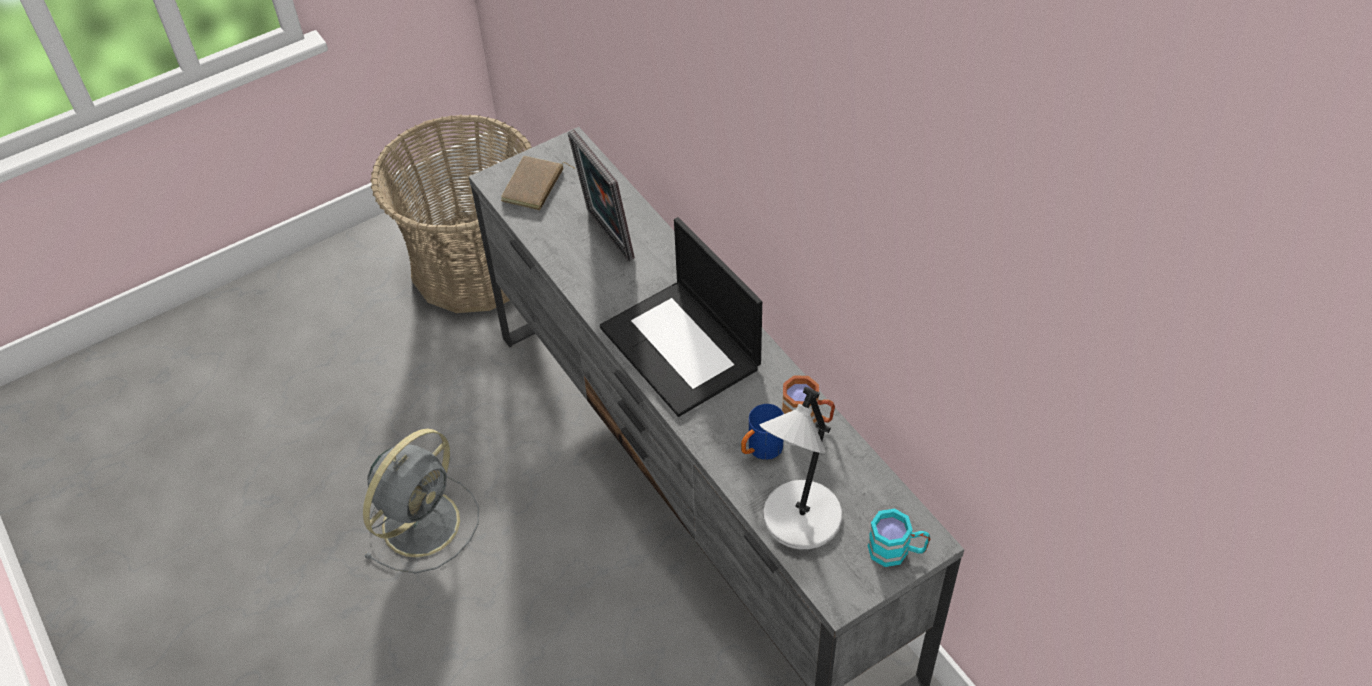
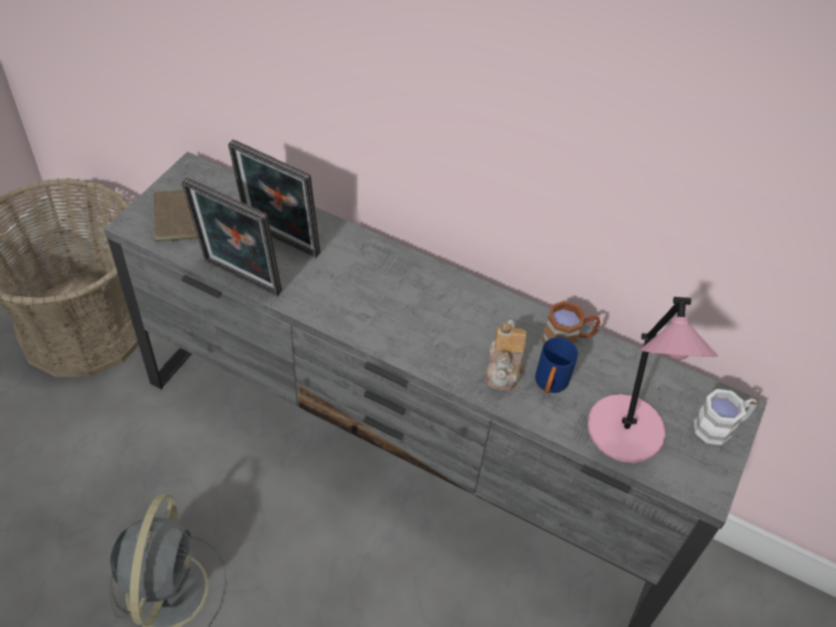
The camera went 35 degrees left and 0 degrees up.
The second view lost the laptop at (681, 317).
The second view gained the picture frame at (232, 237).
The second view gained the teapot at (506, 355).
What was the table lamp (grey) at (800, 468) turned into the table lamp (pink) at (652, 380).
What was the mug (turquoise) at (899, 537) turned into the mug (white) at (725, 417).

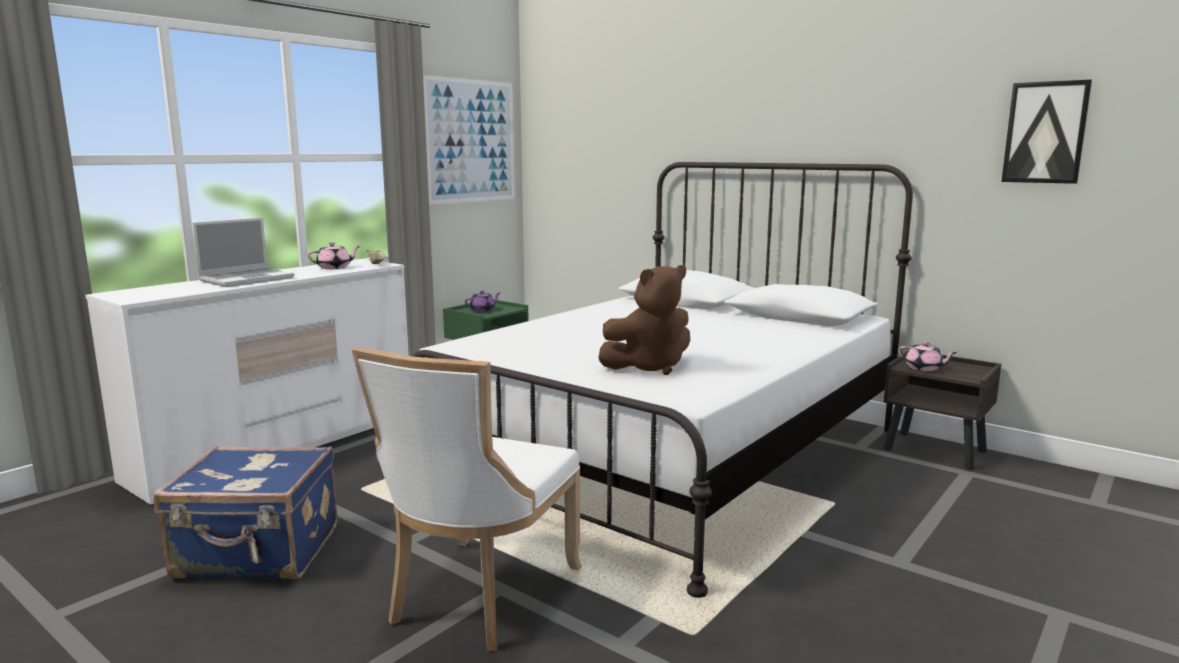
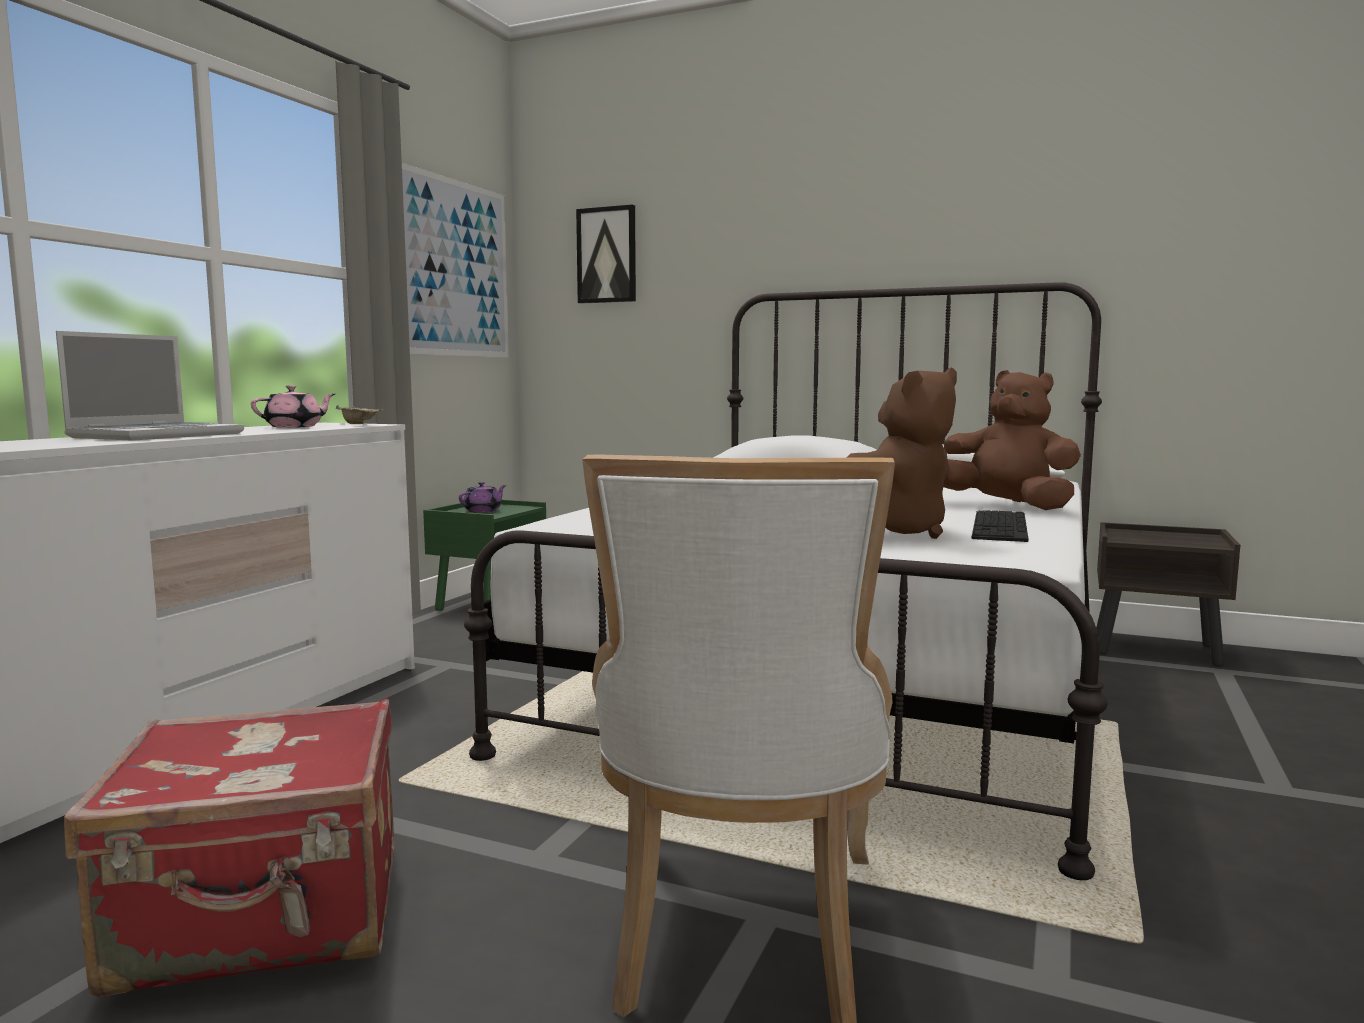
The camera went 15 degrees left and 5 degrees down.
The second view lost the teapot (pink) at (927, 356).
The second view gained the plush toy (brown) at (1012, 440).
The second view gained the keyboard at (1000, 526).
The picture ended up elsewhere, having gone from (1046, 132) to (606, 254).
What was the suitcase (blue) at (245, 512) turned into the suitcase (red) at (229, 848).

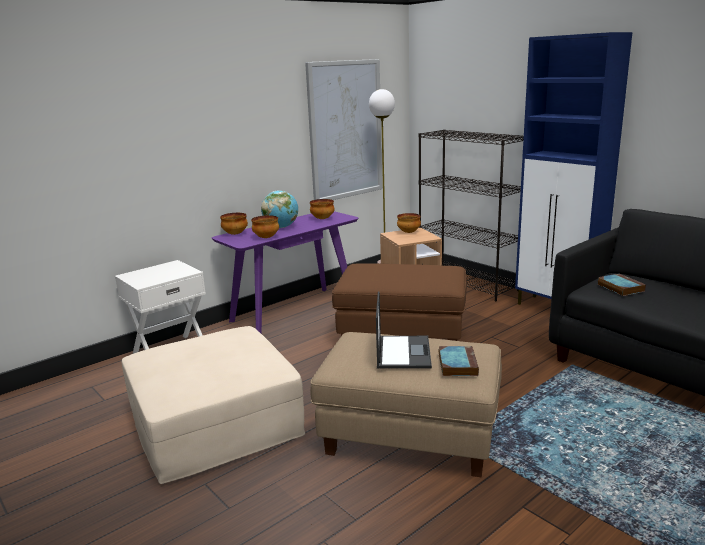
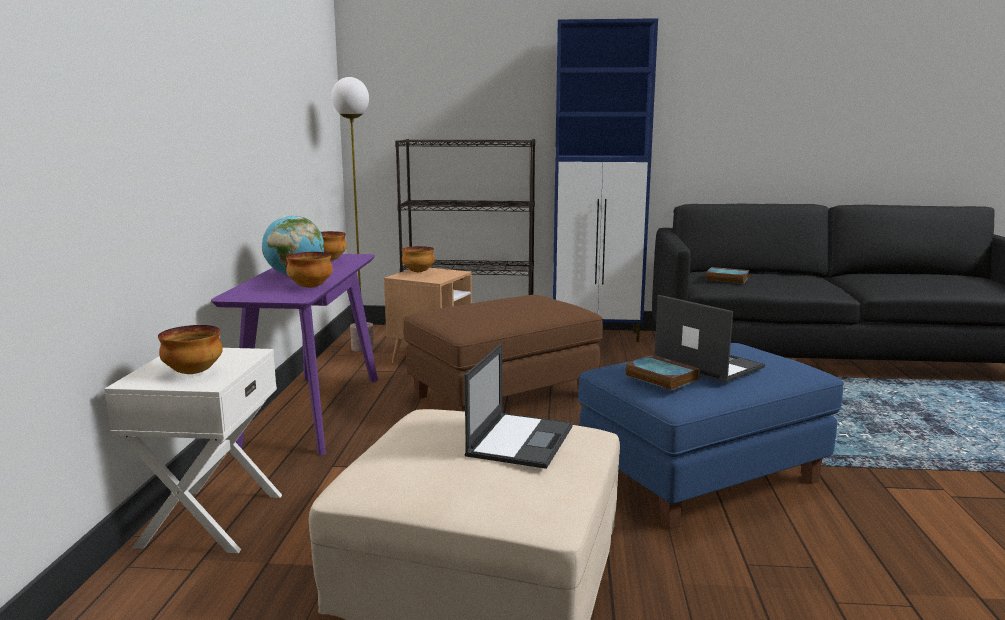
The camera went 45 degrees left and 5 degrees down.
The second view lost the picture at (343, 129).
The second view gained the laptop at (519, 406).
The bowl ended up elsewhere, having gone from (234, 224) to (190, 349).
The book ended up elsewhere, having gone from (458, 361) to (662, 372).
What was the ottoman (beige) at (406, 404) turned into the ottoman (blue) at (711, 437).

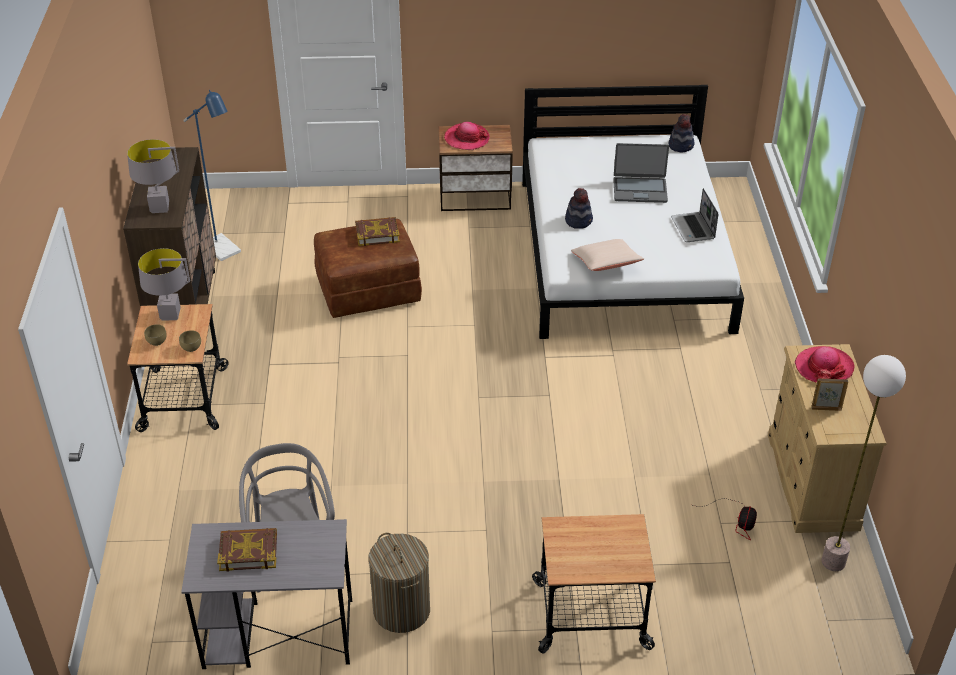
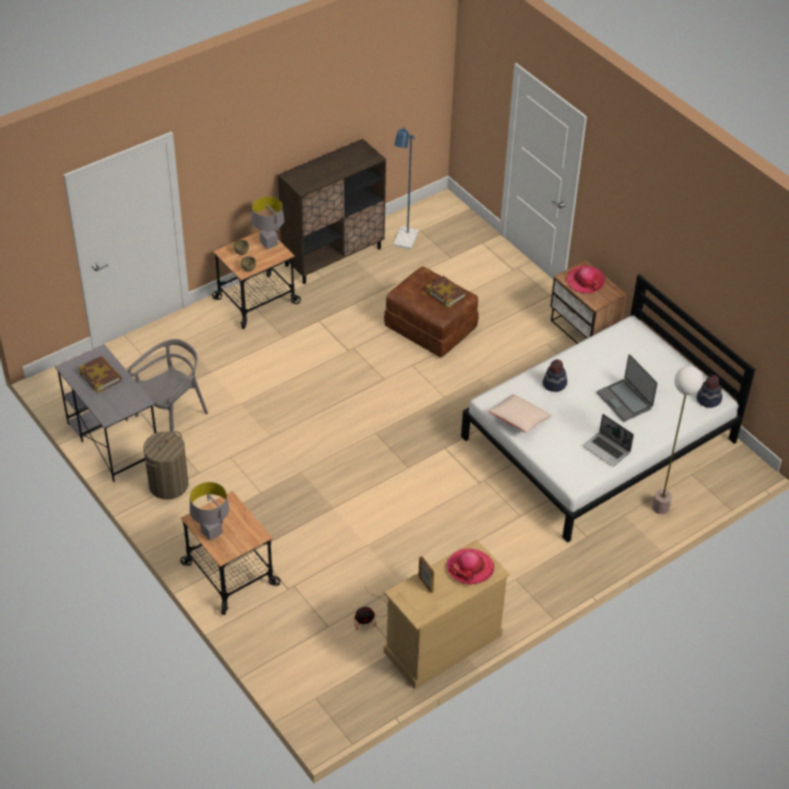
The camera went 55 degrees right and 5 degrees up.
The table lamp (grey) ended up elsewhere, having gone from (153, 176) to (209, 511).
The floor lamp ended up elsewhere, having gone from (863, 463) to (677, 440).
The laptop at (695, 215) ended up facing another way, 90 degrees counterclockwise from before.

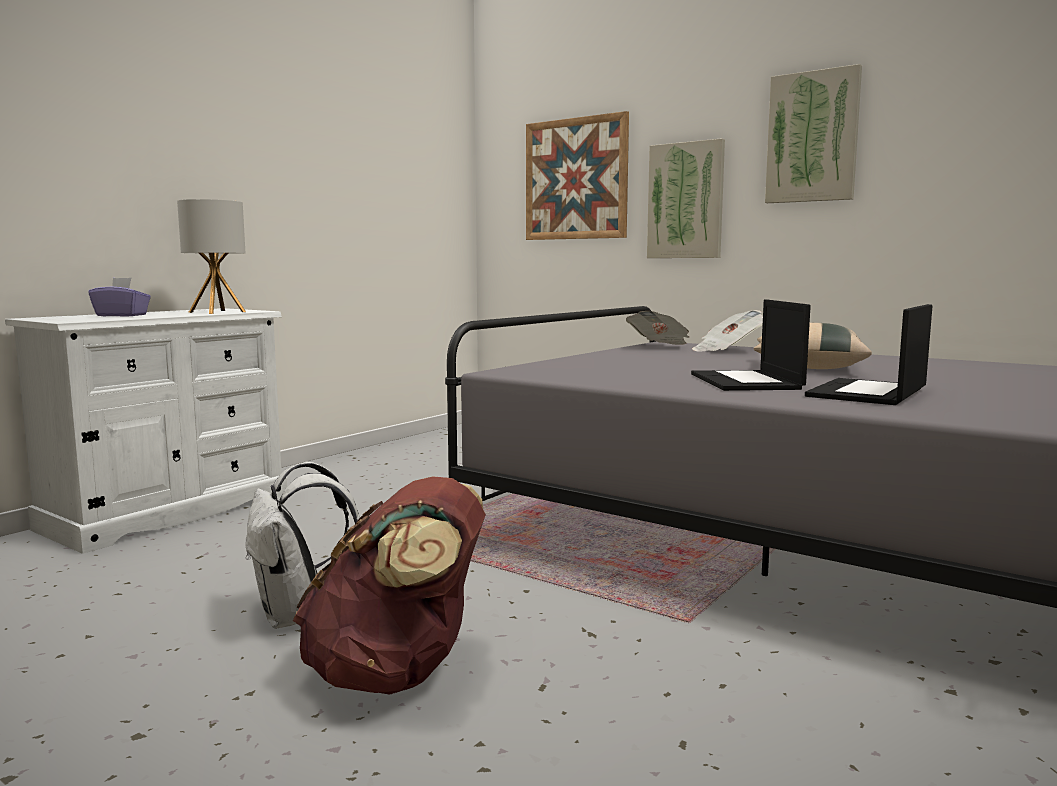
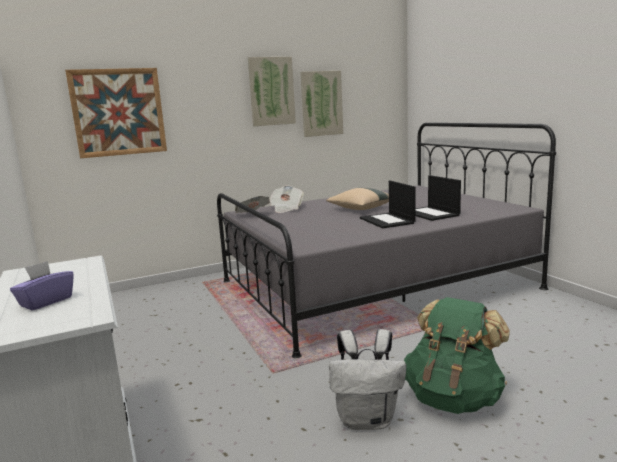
The camera went 60 degrees left and 5 degrees up.
The second view lost the table lamp at (211, 256).
The picture ended up elsewhere, having gone from (686, 198) to (321, 104).
What was the backpack (brown) at (389, 585) turned into the backpack (green) at (457, 355).
The laptop at (751, 345) ended up facing another way, 45 degrees clockwise from before.

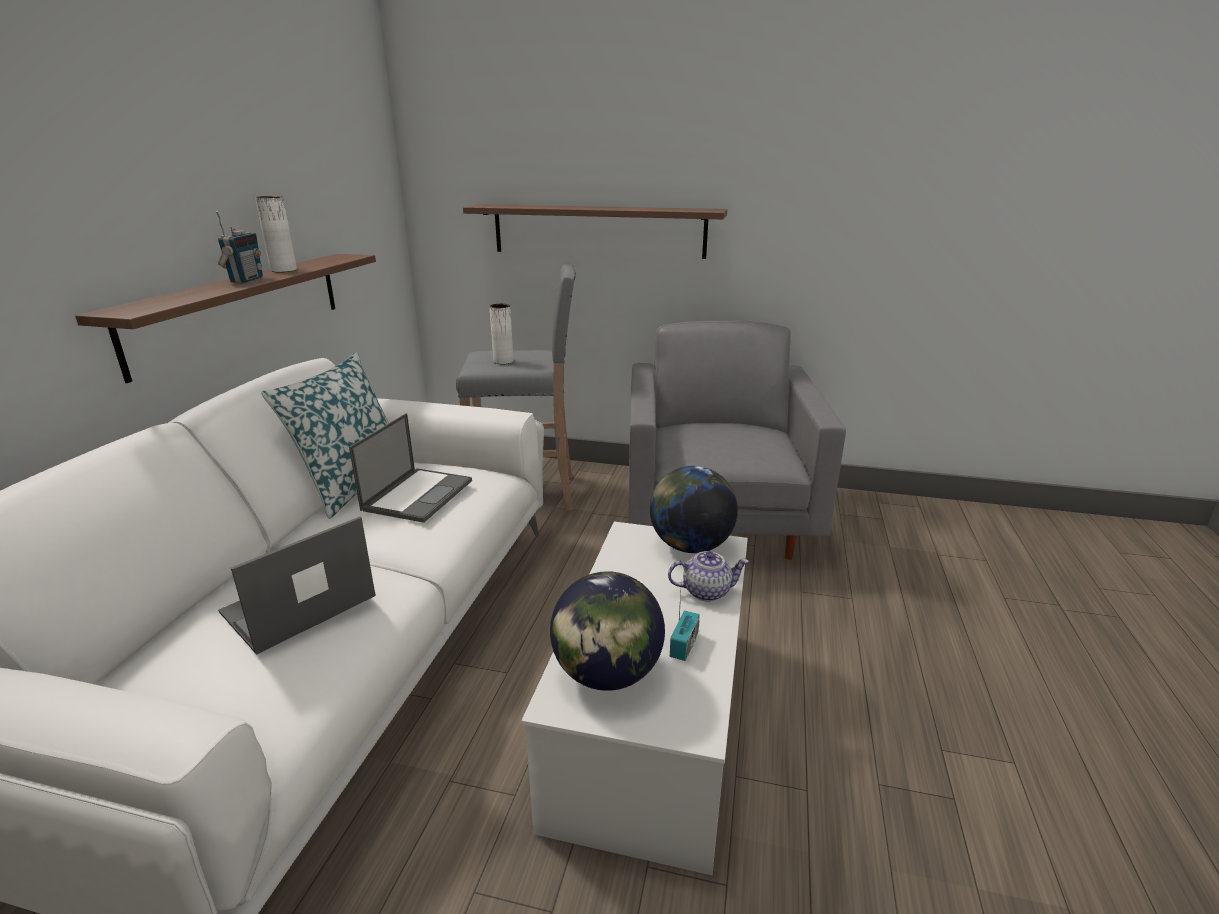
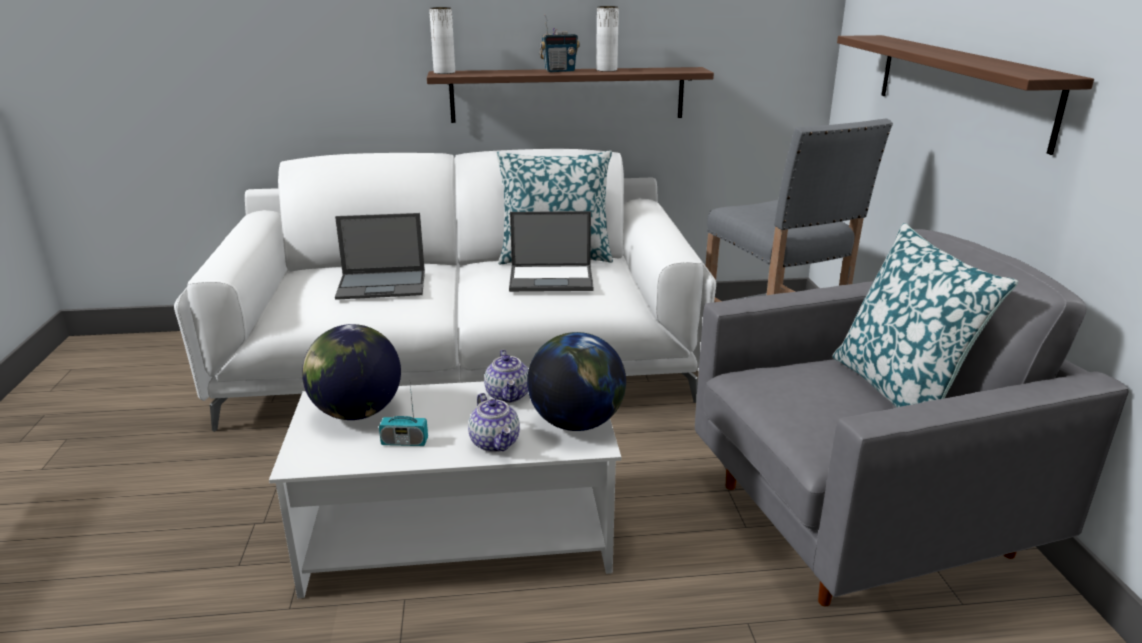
The camera went 70 degrees right and 0 degrees up.
The second view gained the teapot at (506, 376).
The second view gained the pillow at (925, 315).
The vase (white) ended up elsewhere, having gone from (501, 334) to (442, 40).
The laptop at (297, 586) ended up facing another way, 150 degrees clockwise from before.

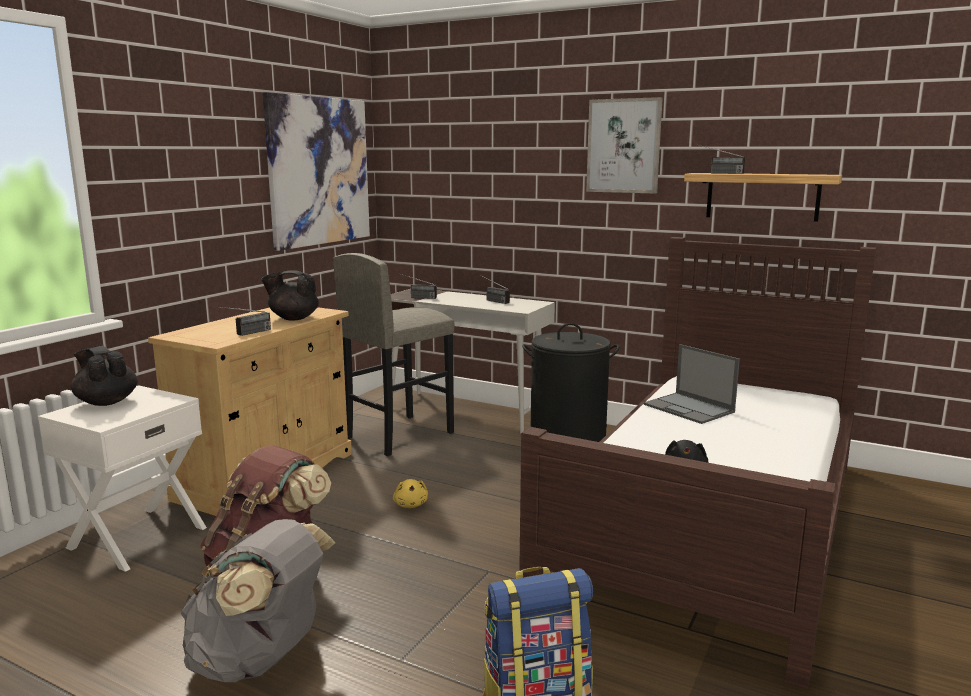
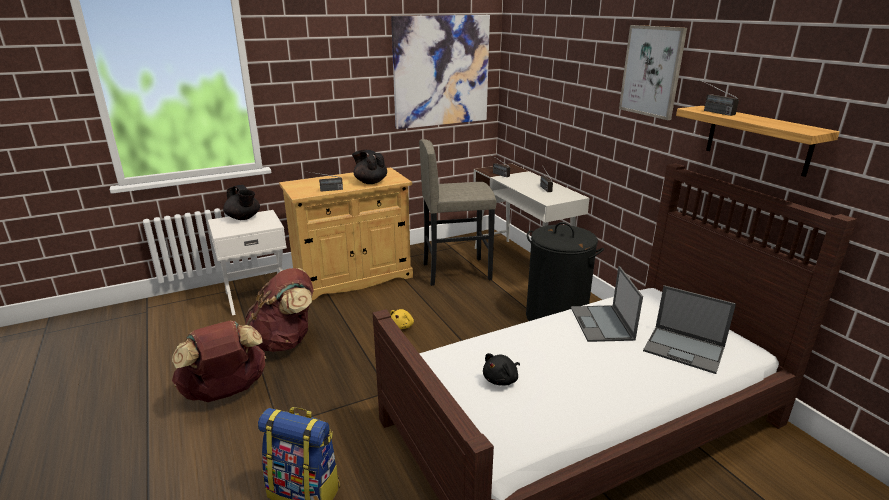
The camera went 35 degrees right and 10 degrees up.
The second view gained the laptop at (689, 329).
What was the backpack (grey) at (258, 600) turned into the backpack (brown) at (219, 361).
The teapot (black) at (104, 375) ended up facing another way, 150 degrees clockwise from before.

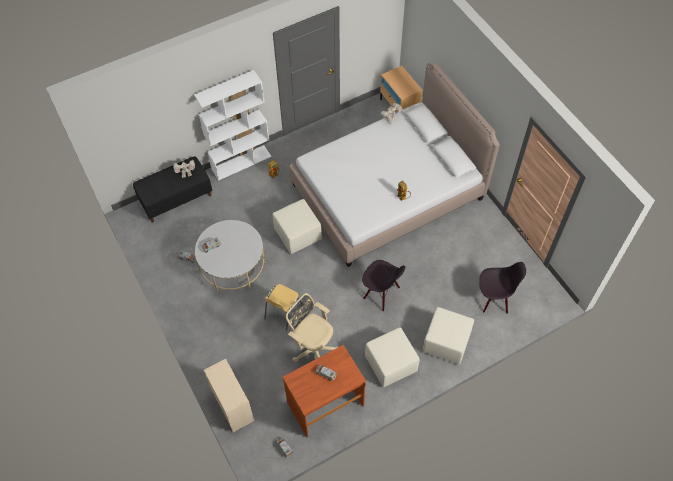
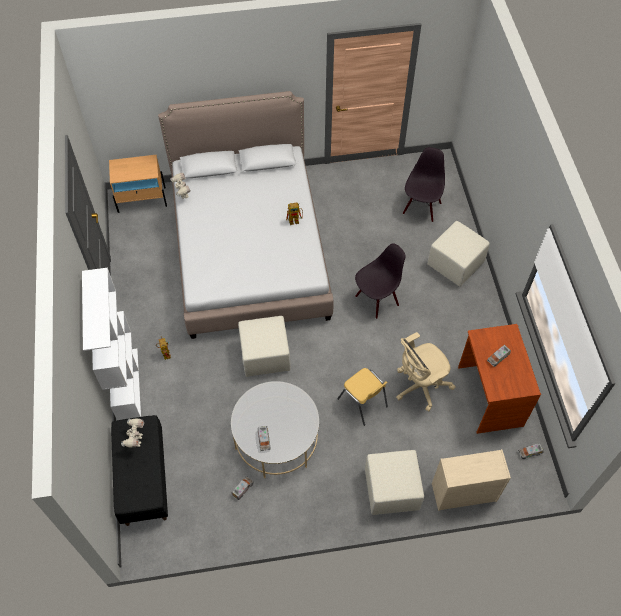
The camera went 70 degrees left and 0 degrees up.
The ottoman (beige) ended up elsewhere, having gone from (392, 357) to (394, 482).

